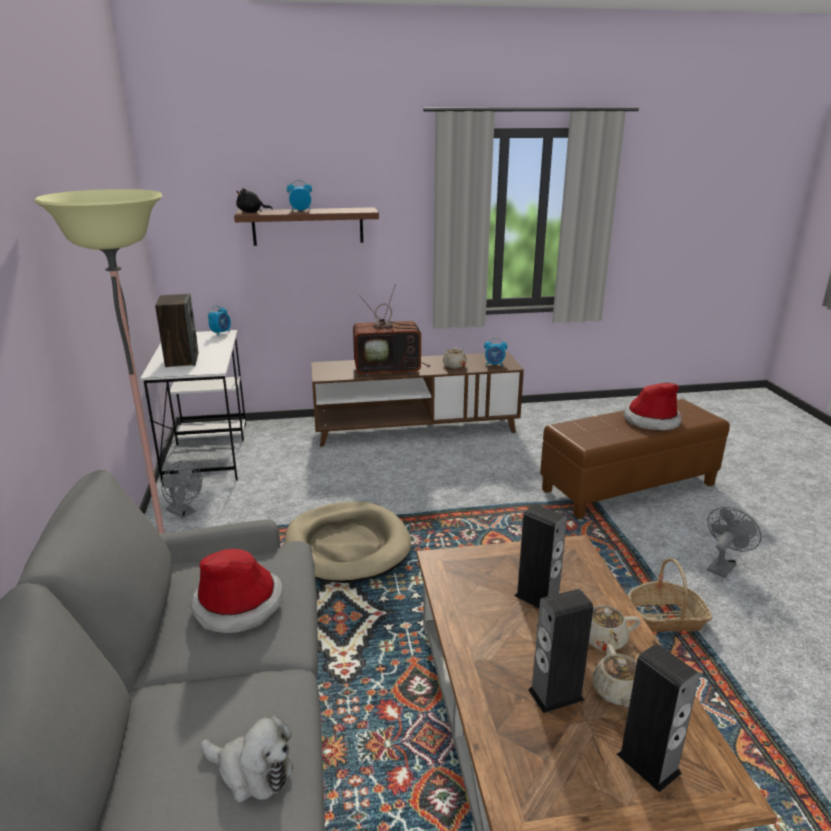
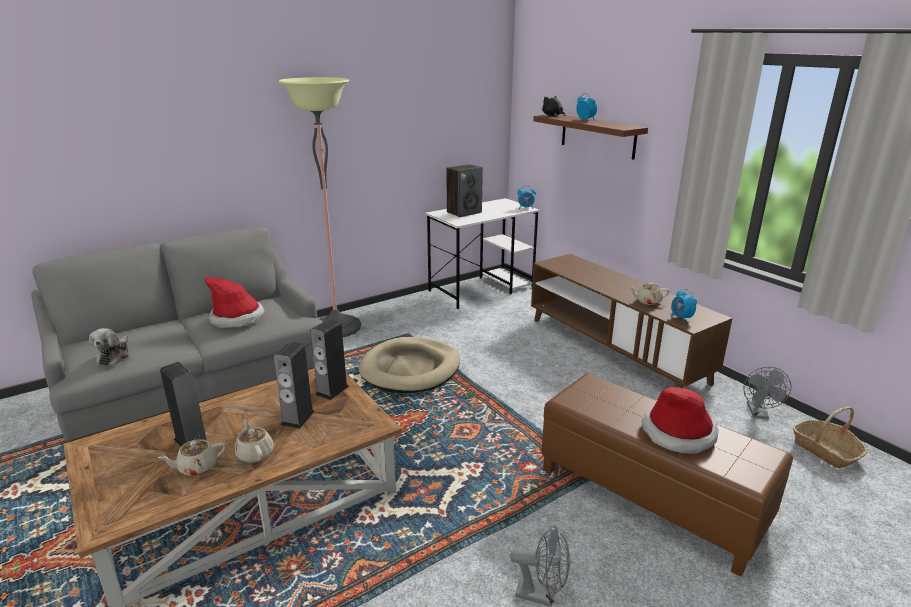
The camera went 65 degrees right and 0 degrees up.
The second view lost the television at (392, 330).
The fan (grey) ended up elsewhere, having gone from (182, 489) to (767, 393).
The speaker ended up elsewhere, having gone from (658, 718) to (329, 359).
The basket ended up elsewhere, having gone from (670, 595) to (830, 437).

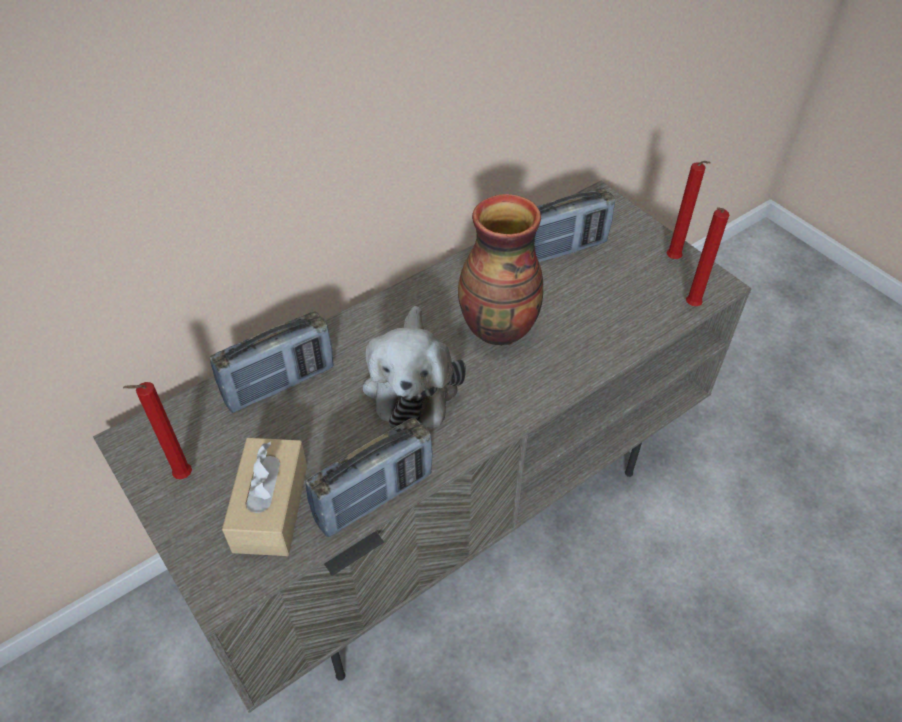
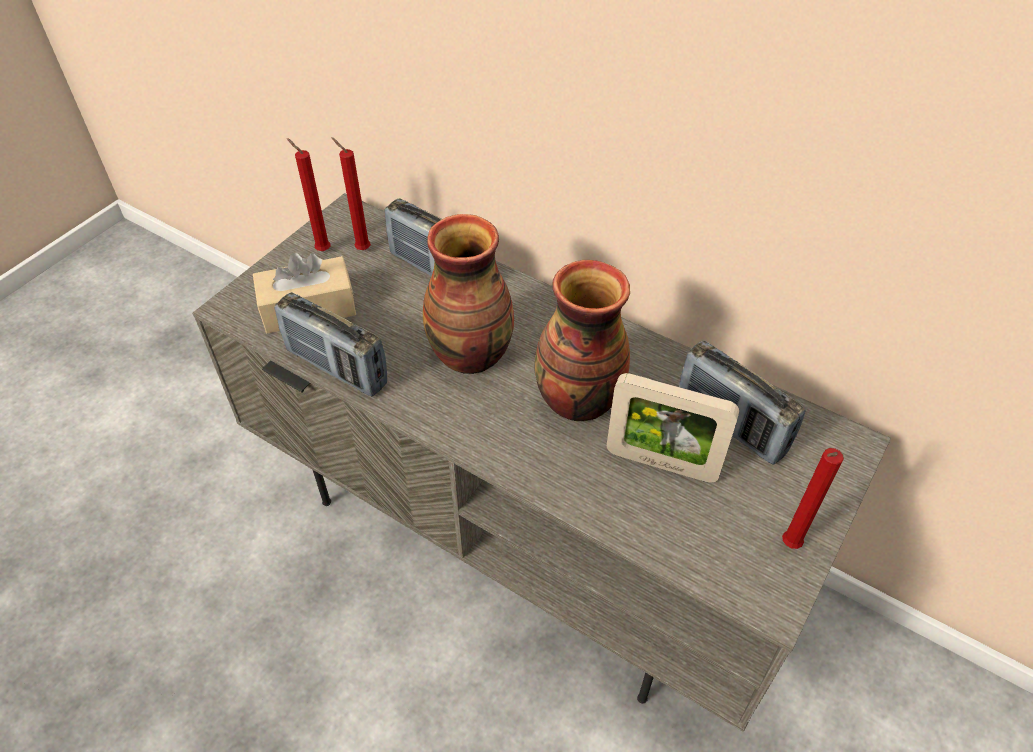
The camera went 70 degrees right and 0 degrees up.
The second view gained the picture frame at (673, 428).
The candle (red) ended up elsewhere, having gone from (707, 256) to (351, 193).
Where the plush toy stood at (414, 367), the vase came to stand at (468, 294).

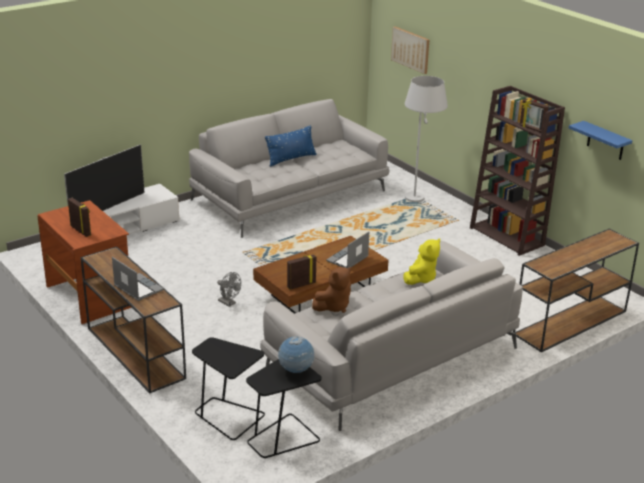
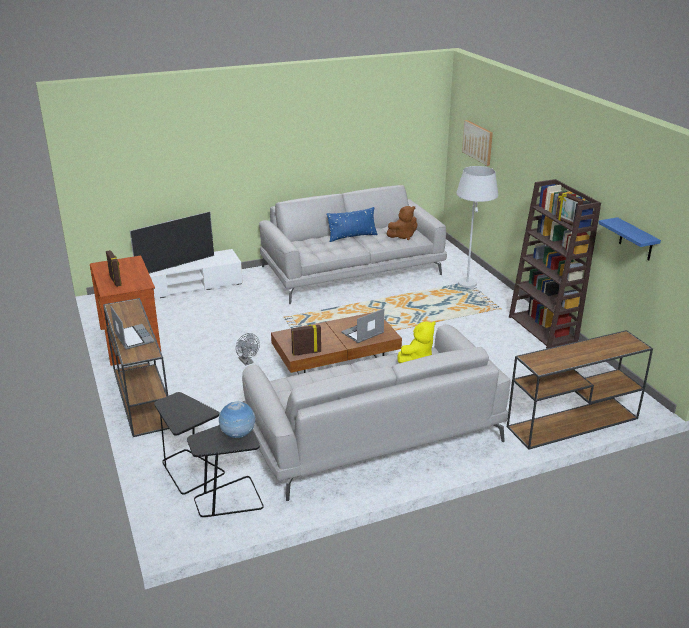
The camera went 15 degrees right and 0 degrees up.
The plush toy (brown) ended up elsewhere, having gone from (332, 290) to (402, 223).

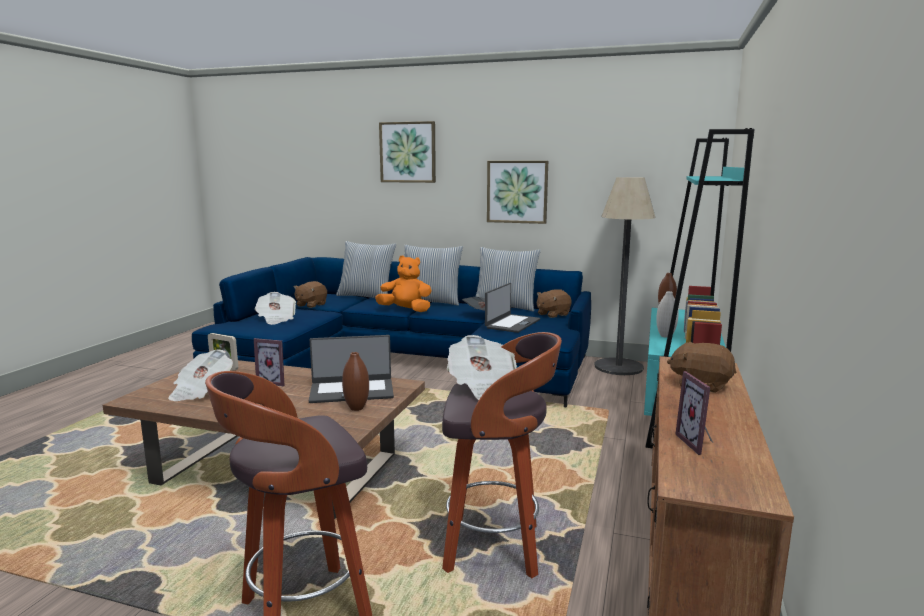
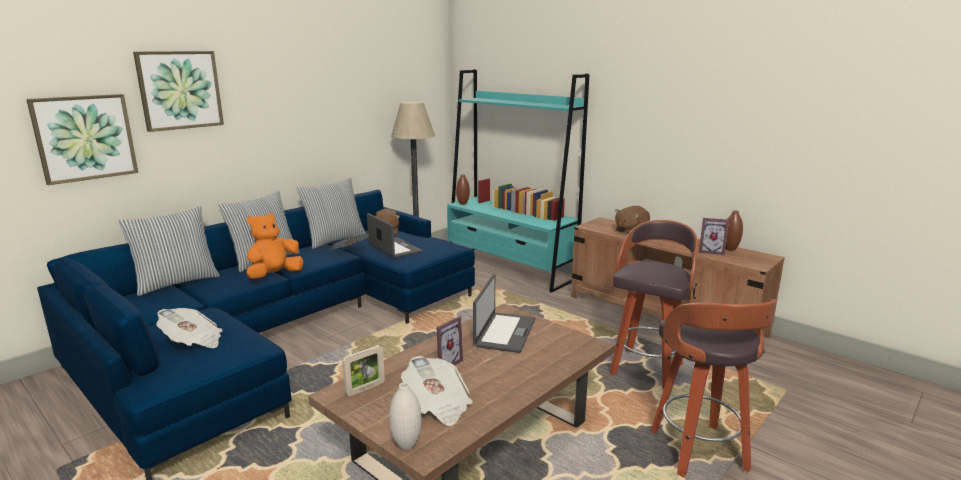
The camera went 65 degrees left and 5 degrees up.
The second view lost the plush toy (brown) at (310, 294).
The second view lost the newspaper at (482, 367).
The vase (brown) ended up elsewhere, having gone from (355, 381) to (734, 230).
The picture ended up elsewhere, having gone from (517, 192) to (82, 139).
The vase (white) ended up elsewhere, having gone from (667, 314) to (405, 416).

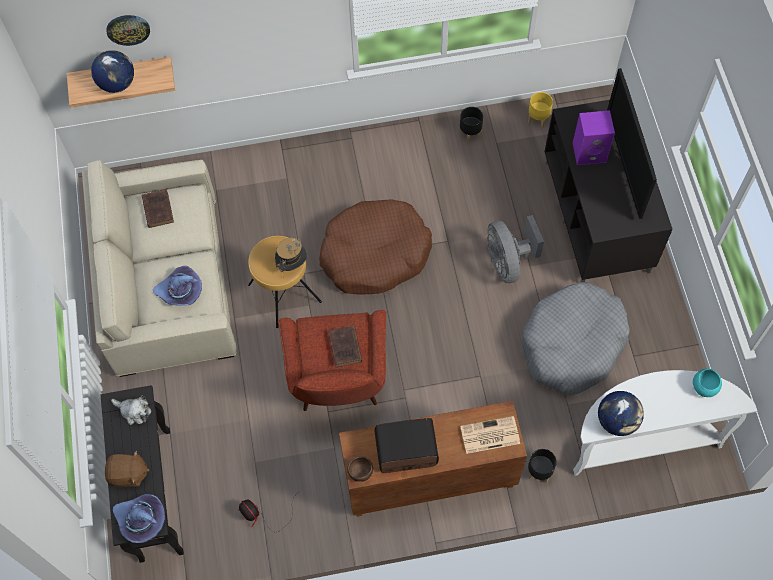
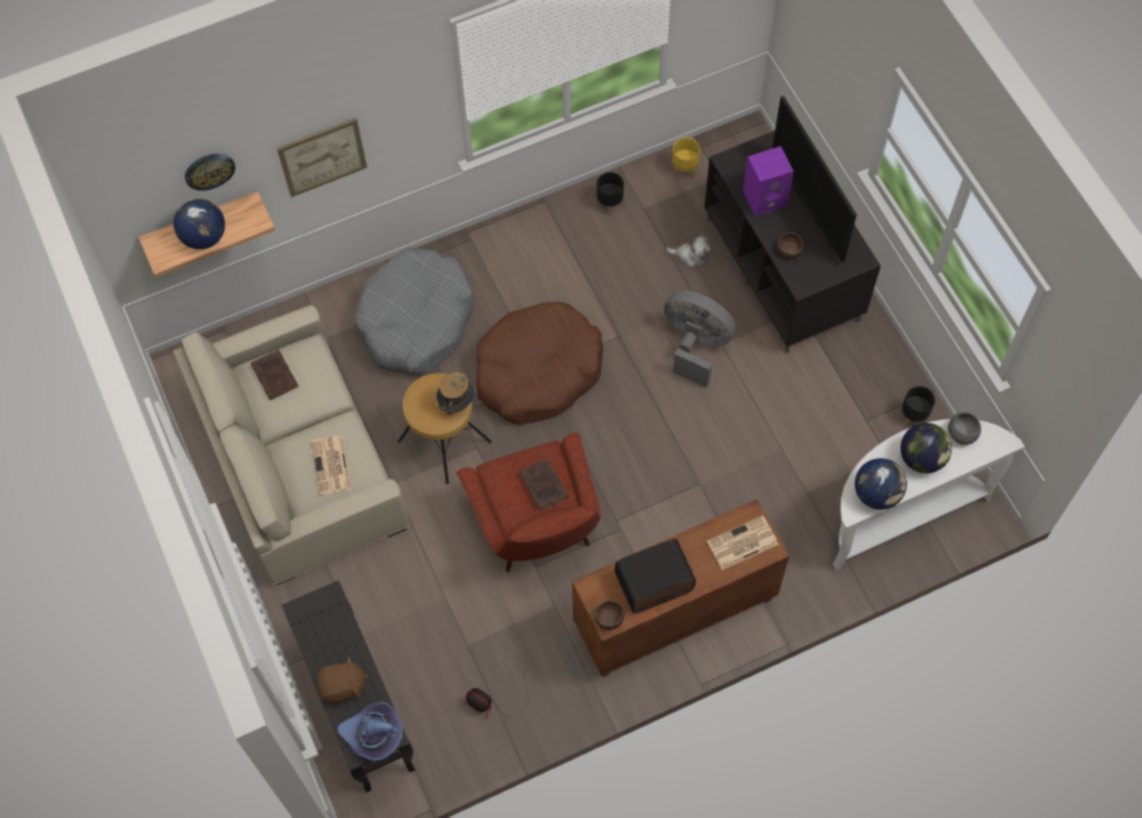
The camera went 15 degrees left and 0 degrees up.
The second view gained the picture at (322, 157).
The second view gained the bowl (brown) at (790, 245).
The second view gained the globe at (926, 448).
The plush toy ended up elsewhere, having gone from (131, 410) to (688, 251).
The dog bed (grey) ended up elsewhere, having gone from (576, 338) to (414, 311).
The planter (black) ended up elsewhere, having gone from (542, 466) to (918, 406).
Where the hat (purple) stood at (177, 286), the newspaper came to stand at (331, 465).
What was the bowl (turquoise) at (707, 383) turned into the bowl (grey) at (964, 428).
The fan (grey) at (515, 249) ended up facing another way, 150 degrees clockwise from before.

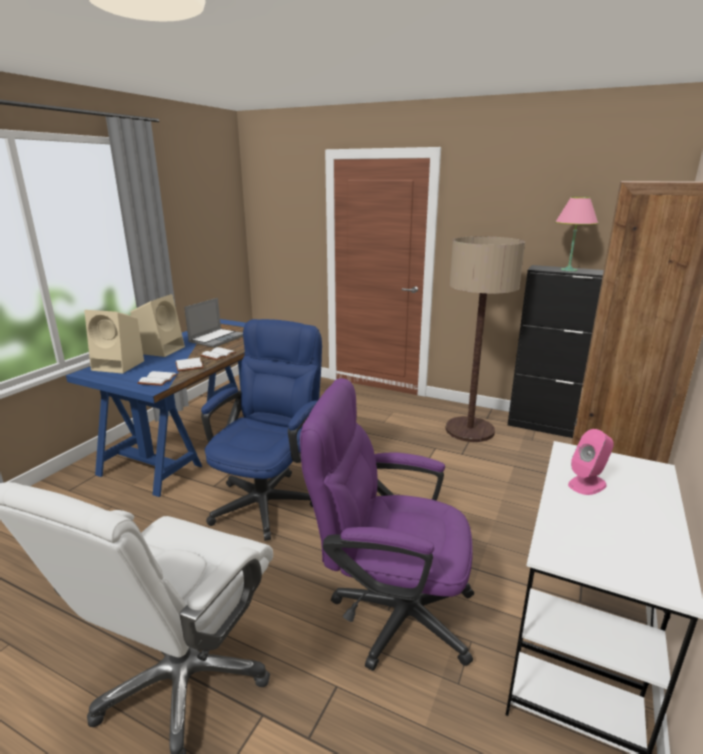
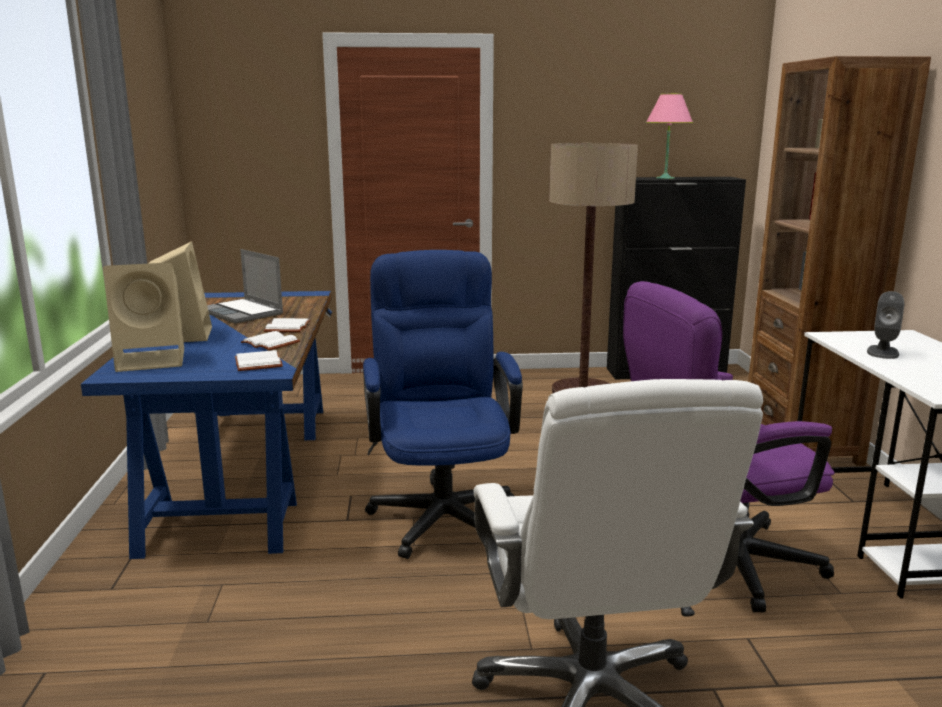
The camera went 30 degrees left and 5 degrees down.
What was the speaker (pink) at (591, 462) turned into the speaker (grey) at (886, 325).
The laptop at (213, 323) ended up facing another way, 135 degrees clockwise from before.

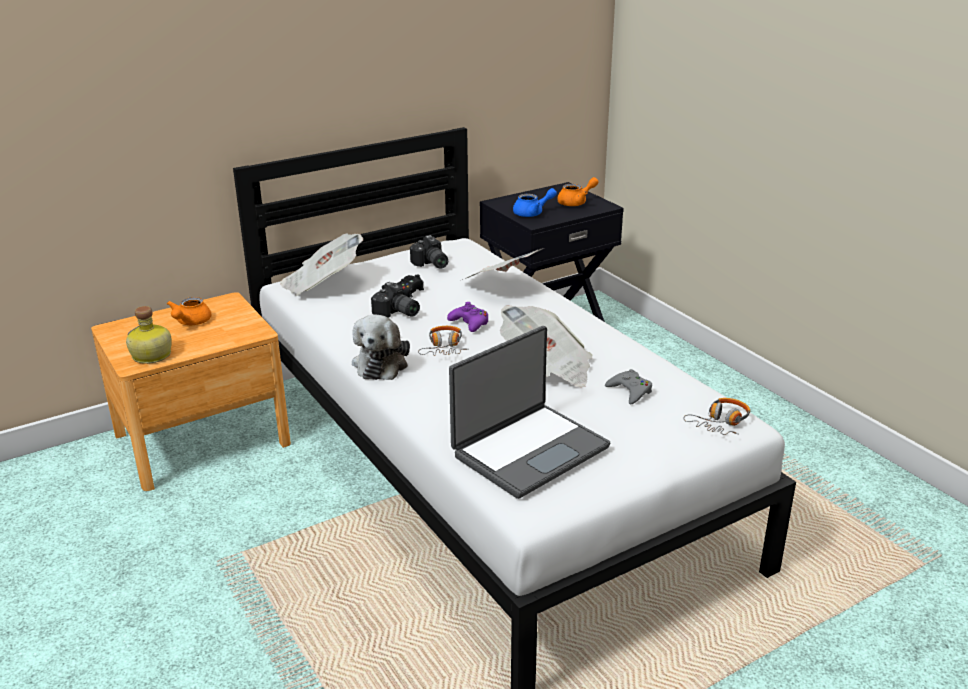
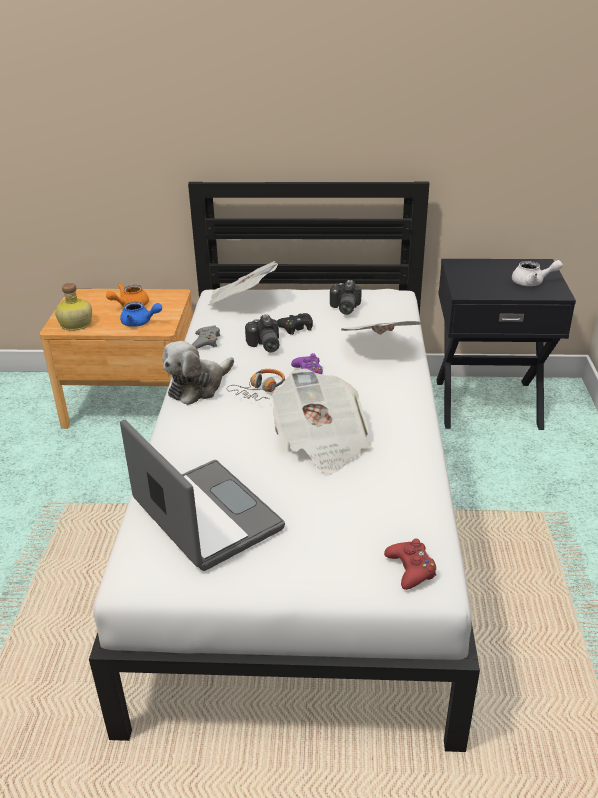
The camera went 35 degrees right and 5 degrees up.
The teapot (blue) ended up elsewhere, having gone from (535, 202) to (141, 314).
The game controller (grey) ended up elsewhere, having gone from (628, 387) to (206, 337).
Where the headphones stood at (716, 416), the game controller (red) came to stand at (410, 564).
What was the teapot (orange) at (577, 191) turned into the teapot (white) at (537, 273).
The laptop at (529, 412) ended up facing another way, 120 degrees counterclockwise from before.

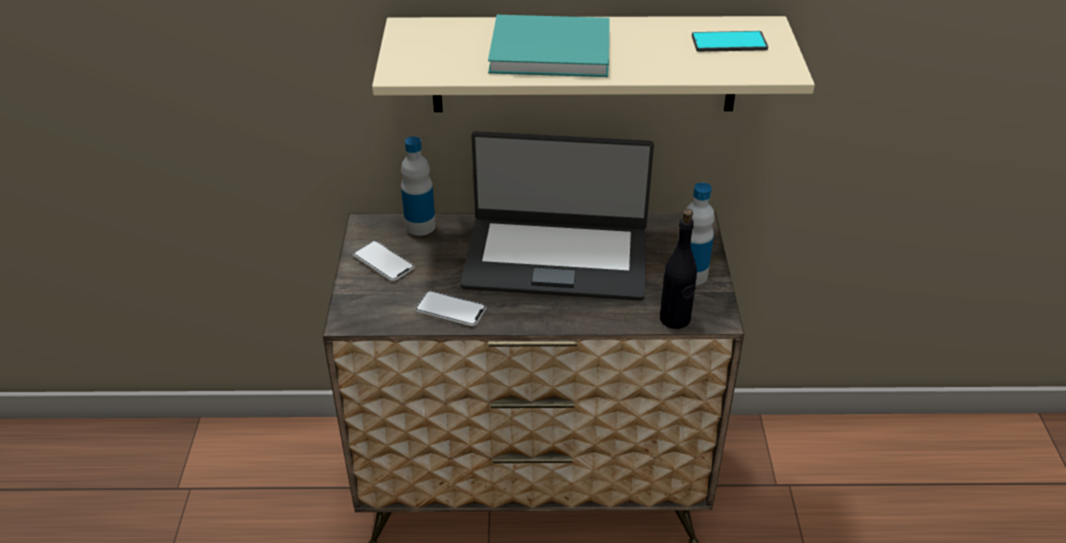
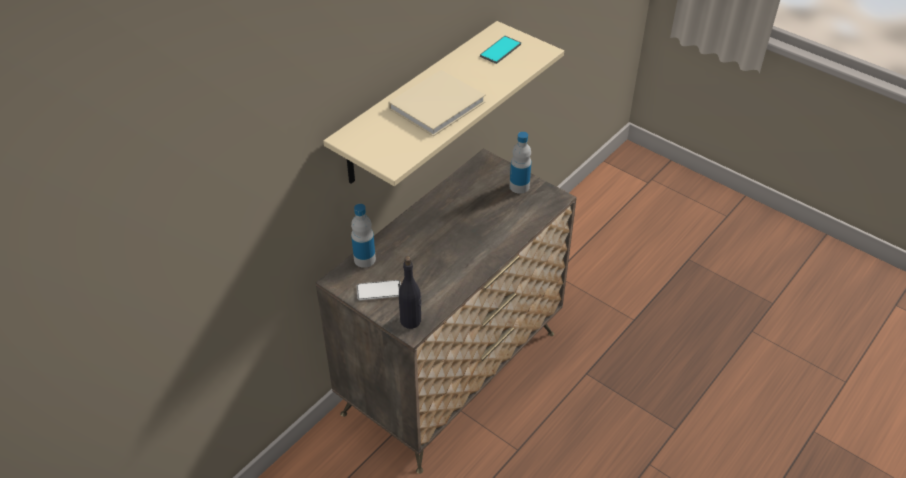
The camera went 50 degrees left and 5 degrees up.
The second view lost the phone at (450, 308).
The second view lost the laptop at (557, 216).
The bottle (black) ended up elsewhere, having gone from (678, 269) to (410, 292).
What was the book (turquoise) at (549, 46) turned into the book (beige) at (437, 103).

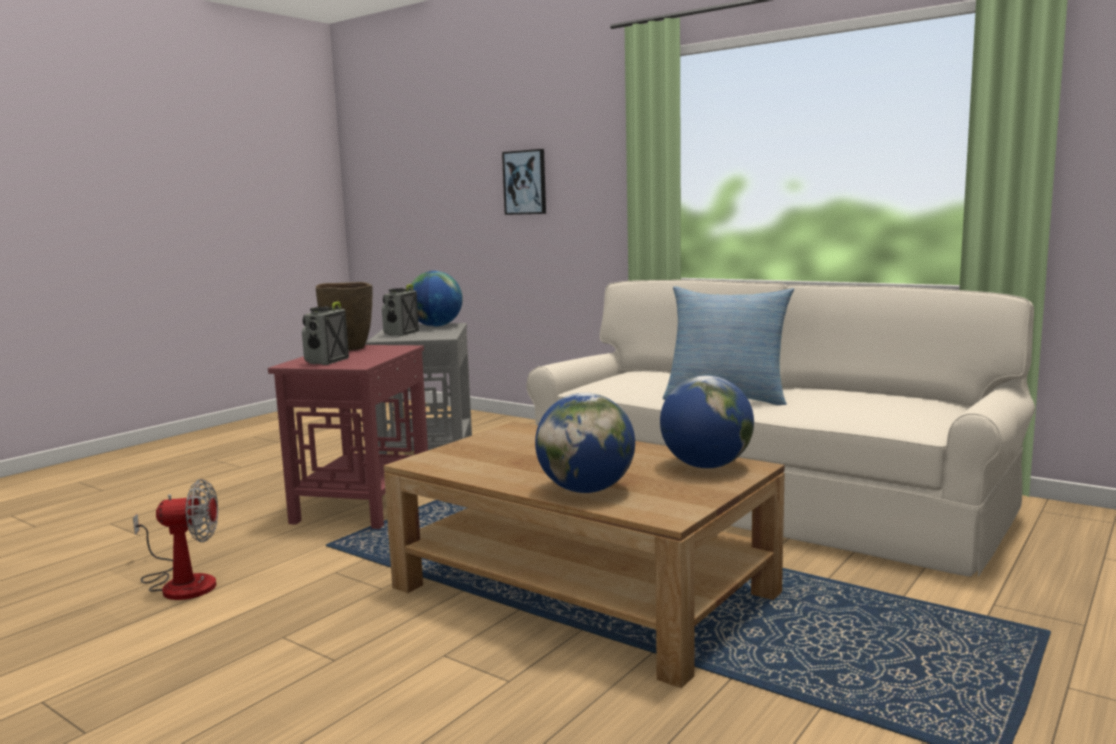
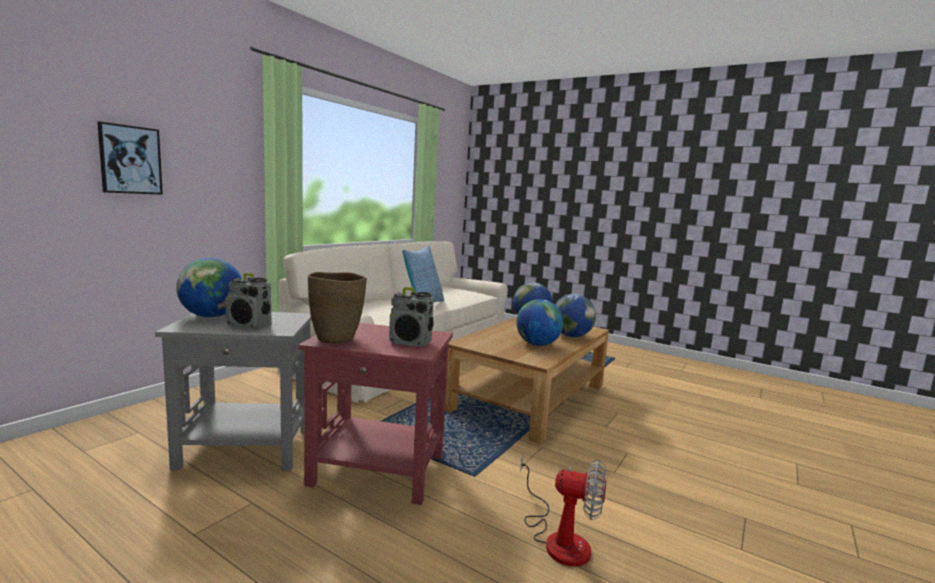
The camera went 95 degrees left and 0 degrees up.
The second view gained the globe at (539, 322).
The fan at (175, 539) ended up facing another way, 120 degrees clockwise from before.

